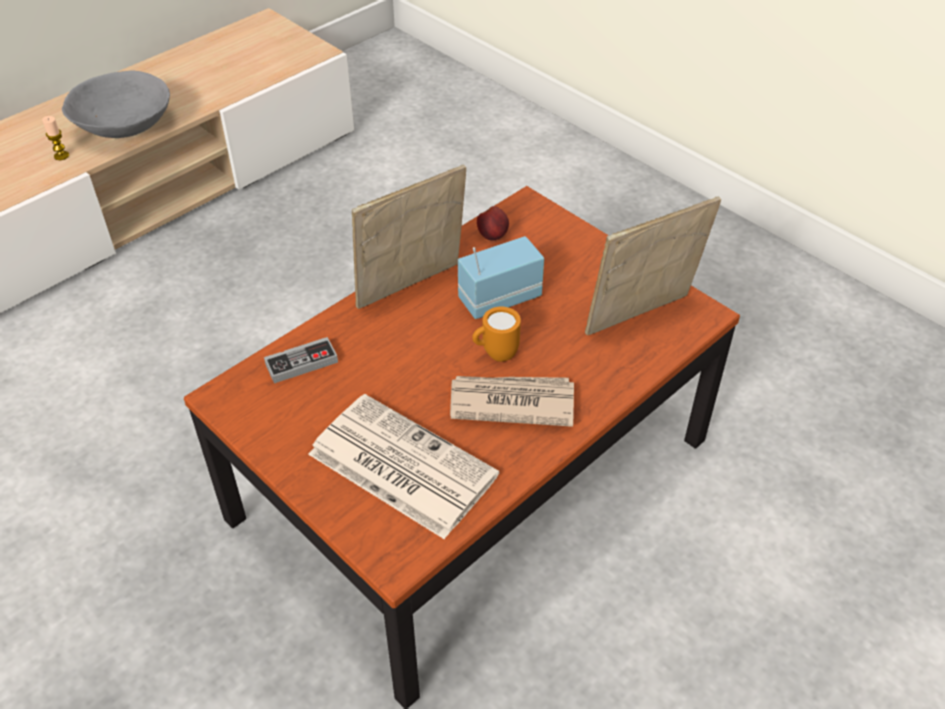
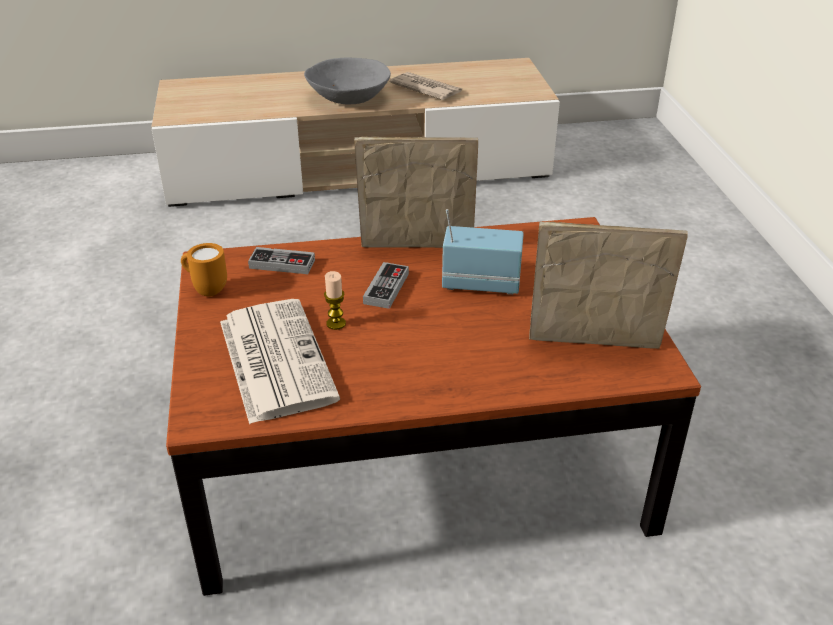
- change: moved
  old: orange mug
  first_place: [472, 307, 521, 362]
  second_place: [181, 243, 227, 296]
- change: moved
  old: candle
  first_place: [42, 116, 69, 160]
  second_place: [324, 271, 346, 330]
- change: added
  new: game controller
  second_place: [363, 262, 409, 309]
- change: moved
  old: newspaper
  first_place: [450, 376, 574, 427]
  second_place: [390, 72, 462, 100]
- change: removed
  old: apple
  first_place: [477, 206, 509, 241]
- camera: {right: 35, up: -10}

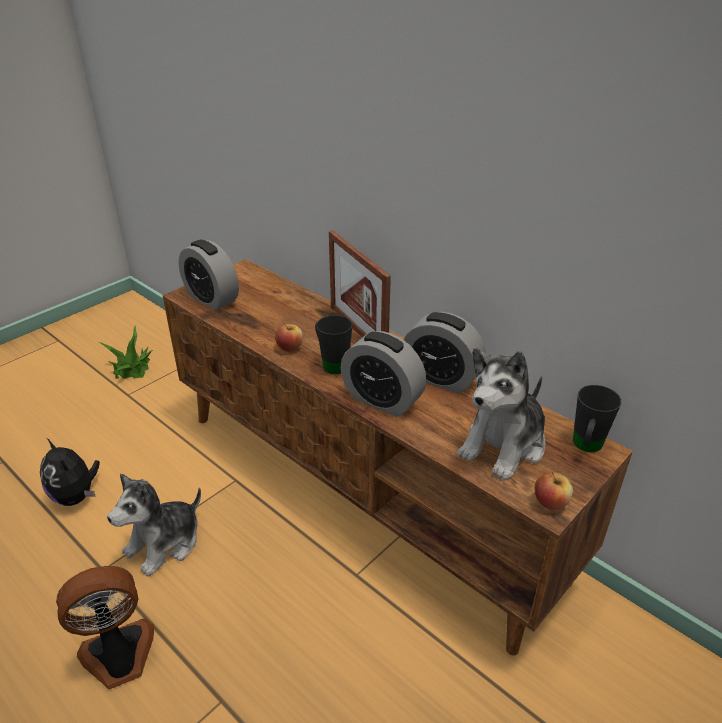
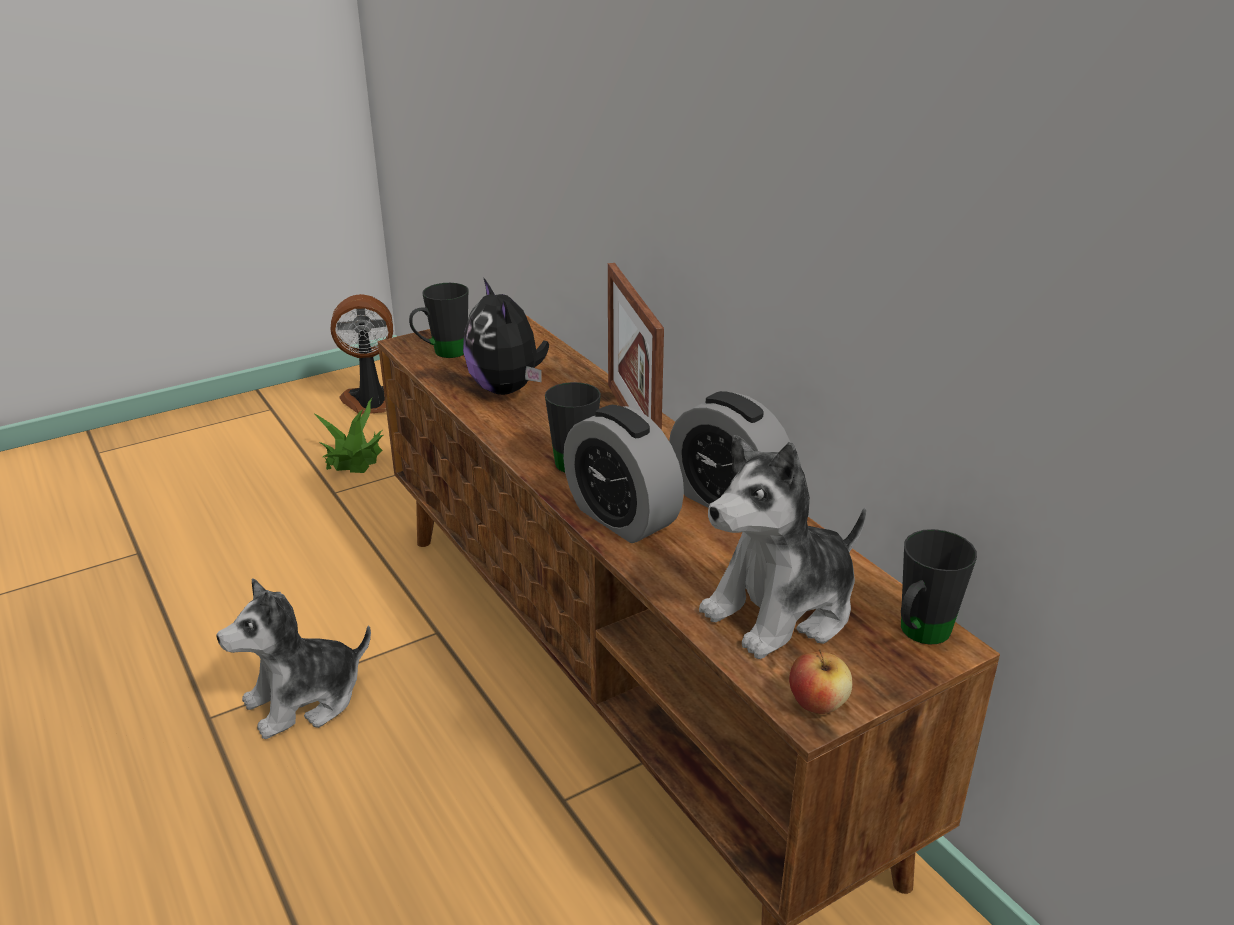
- change: moved
  old: fan
  first_place: [56, 566, 154, 689]
  second_place: [331, 294, 393, 414]
- change: replaced
  old: alarm clock
  new: black mug
  first_place: [178, 240, 239, 310]
  second_place: [409, 283, 468, 358]
- change: moved
  old: plush toy
  first_place: [40, 438, 100, 506]
  second_place: [463, 277, 549, 395]
- change: removed
  old: apple
  first_place: [275, 324, 303, 351]
- camera: {right: 15, up: -5}

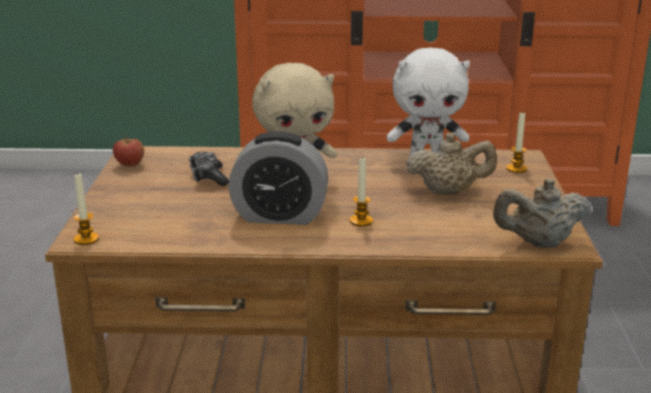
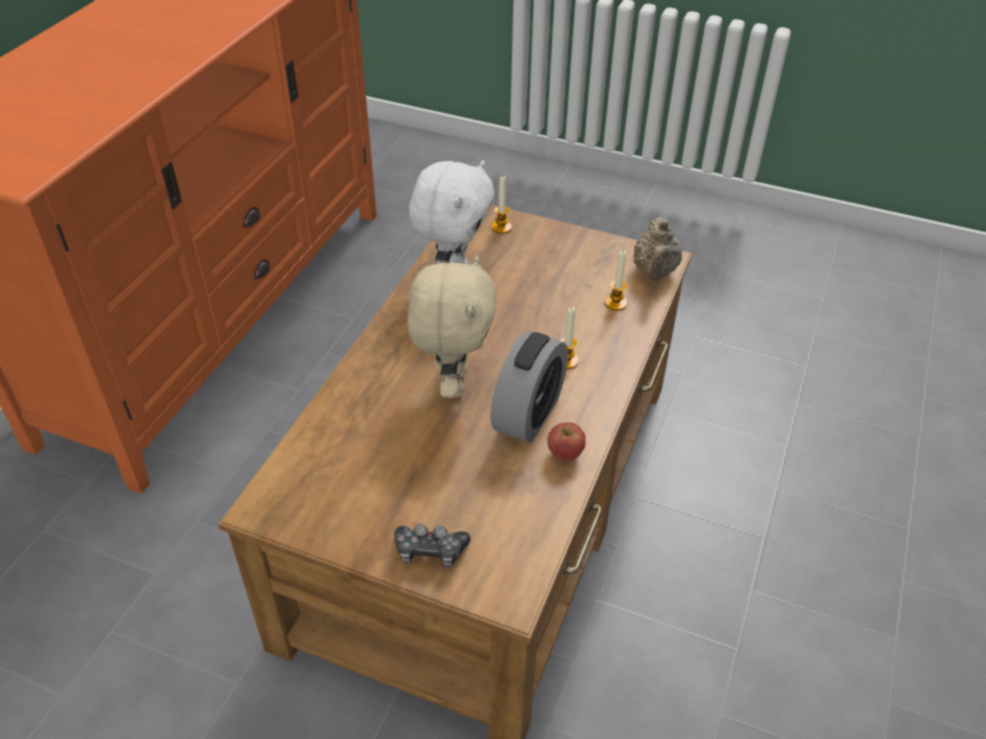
- change: moved
  old: game controller
  first_place: [189, 152, 229, 186]
  second_place: [394, 524, 471, 568]
- change: moved
  old: apple
  first_place: [113, 135, 144, 166]
  second_place: [547, 422, 586, 461]
- change: moved
  old: candle
  first_place: [74, 174, 99, 245]
  second_place: [605, 250, 627, 311]
- change: removed
  old: beige teapot
  first_place: [406, 133, 497, 195]
- camera: {right: -70, up: 20}

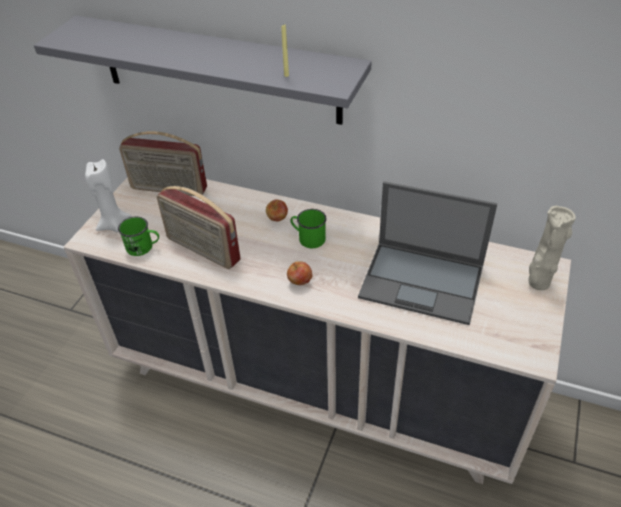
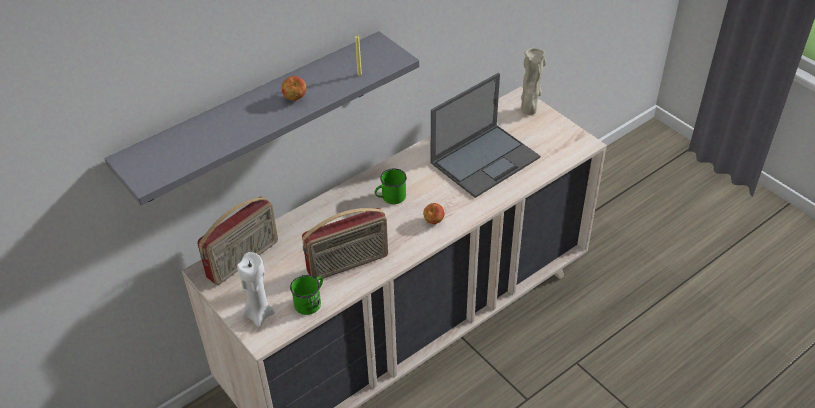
- change: moved
  old: apple
  first_place: [266, 199, 288, 221]
  second_place: [282, 76, 306, 101]
- camera: {right: -60, up: 0}

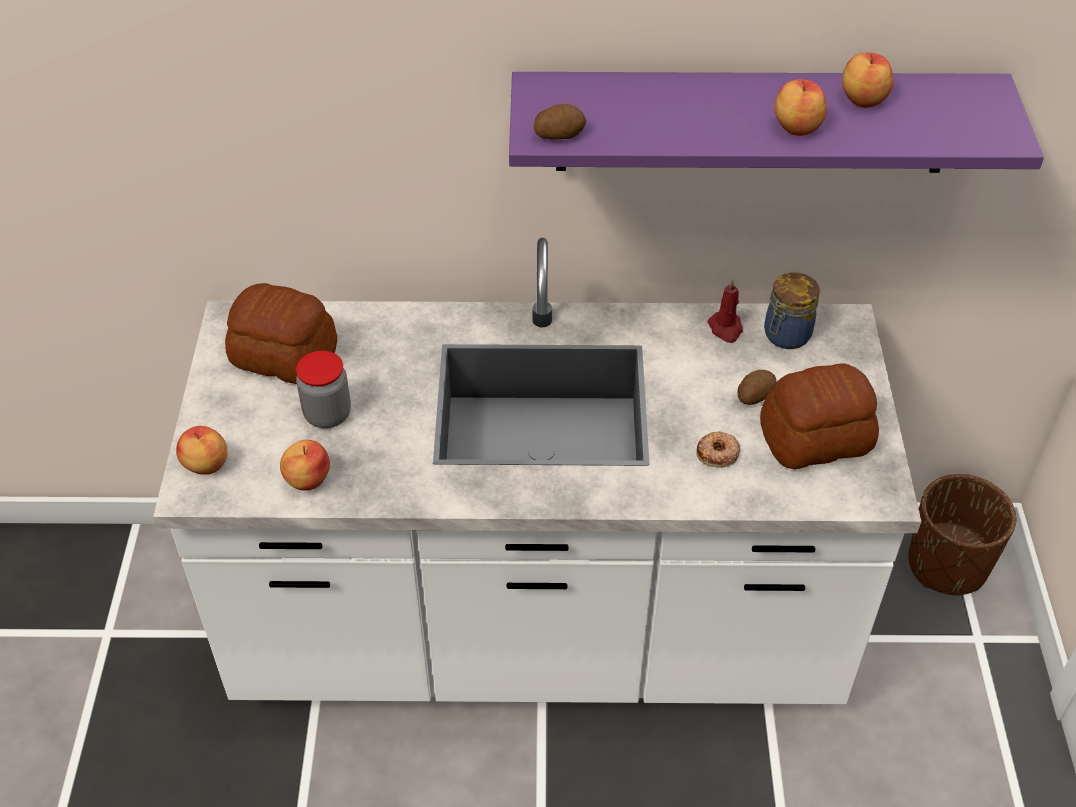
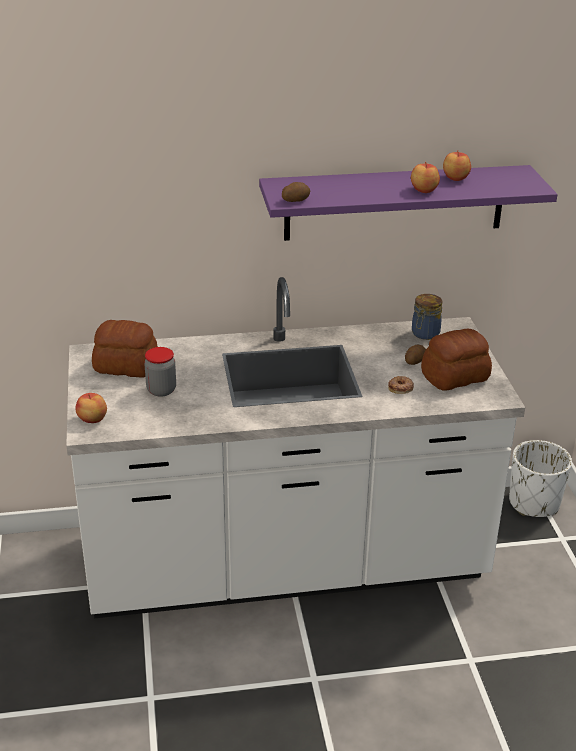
- change: recoloured
  old: brown planter
  new: white planter
  first_place: [908, 474, 1016, 595]
  second_place: [509, 440, 572, 517]
- change: removed
  old: apple
  first_place: [280, 440, 330, 491]
- change: removed
  old: red candle
  first_place: [707, 279, 743, 343]
- camera: {right: -10, up: -15}

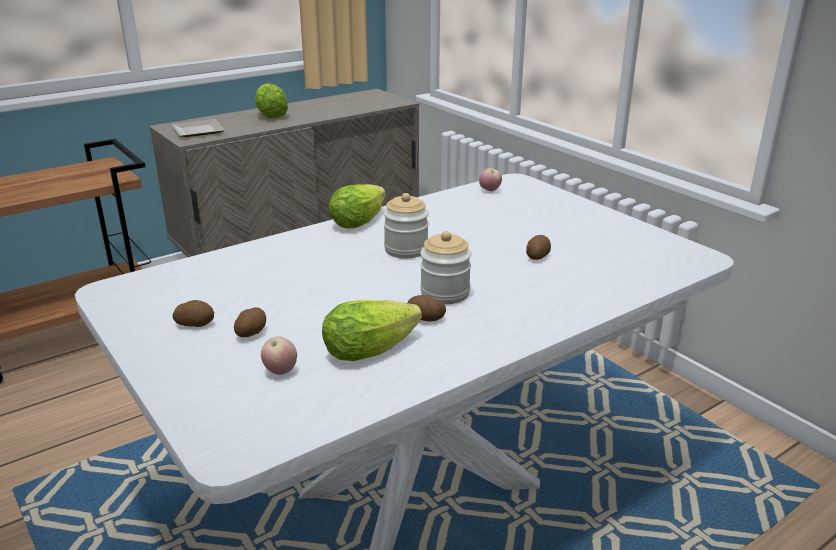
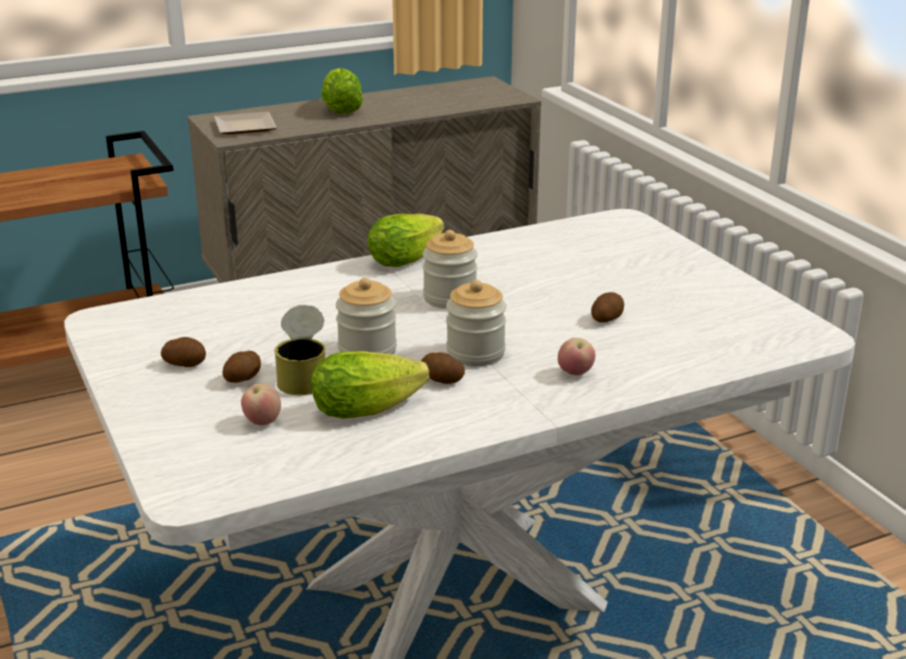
- change: added
  new: can
  second_place: [274, 305, 325, 395]
- change: added
  new: jar
  second_place: [336, 278, 397, 355]
- change: moved
  old: apple
  first_place: [479, 168, 502, 191]
  second_place: [558, 338, 595, 375]
- camera: {right: 10, up: 0}

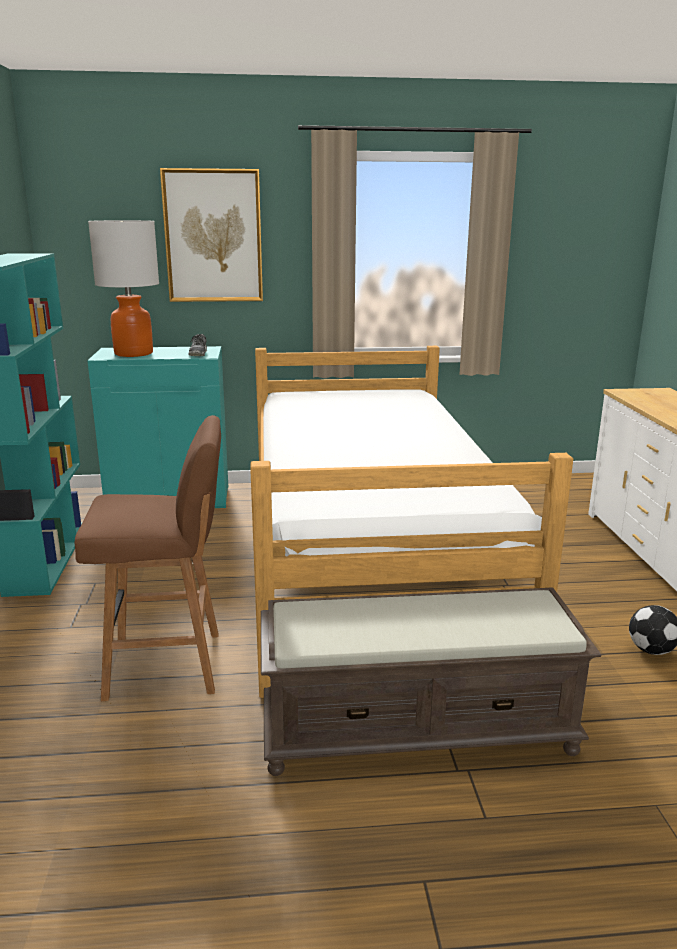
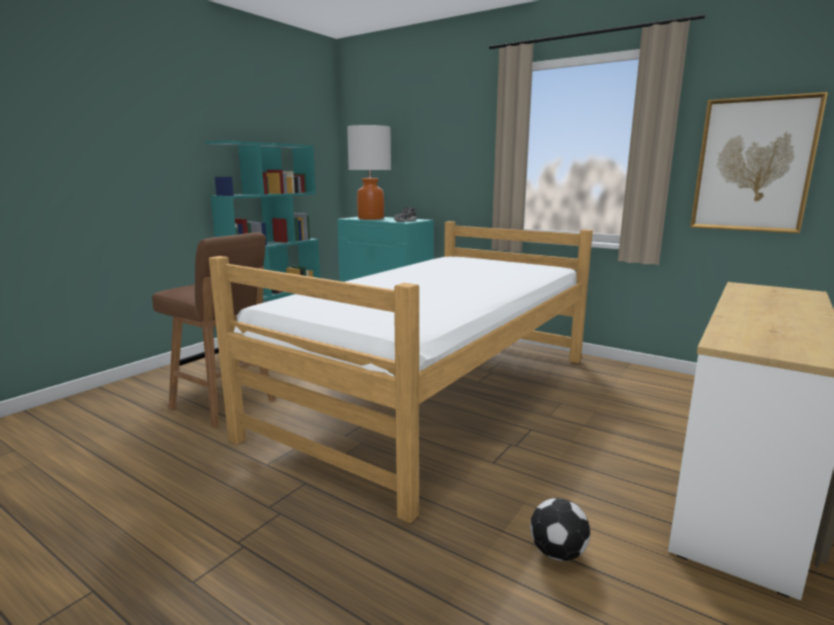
- change: moved
  old: picture
  first_place: [160, 168, 263, 302]
  second_place: [690, 92, 828, 233]
- change: removed
  old: brown bench
  first_place: [261, 587, 602, 776]
- camera: {right: 40, up: -5}

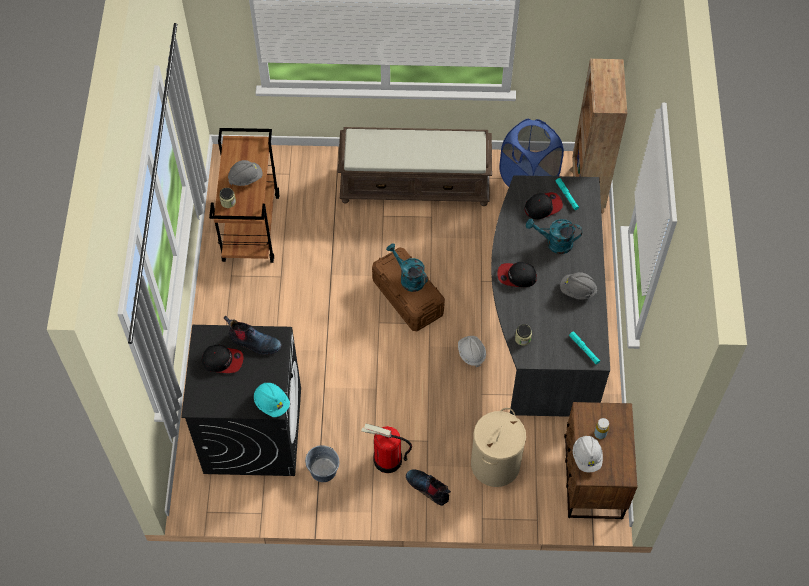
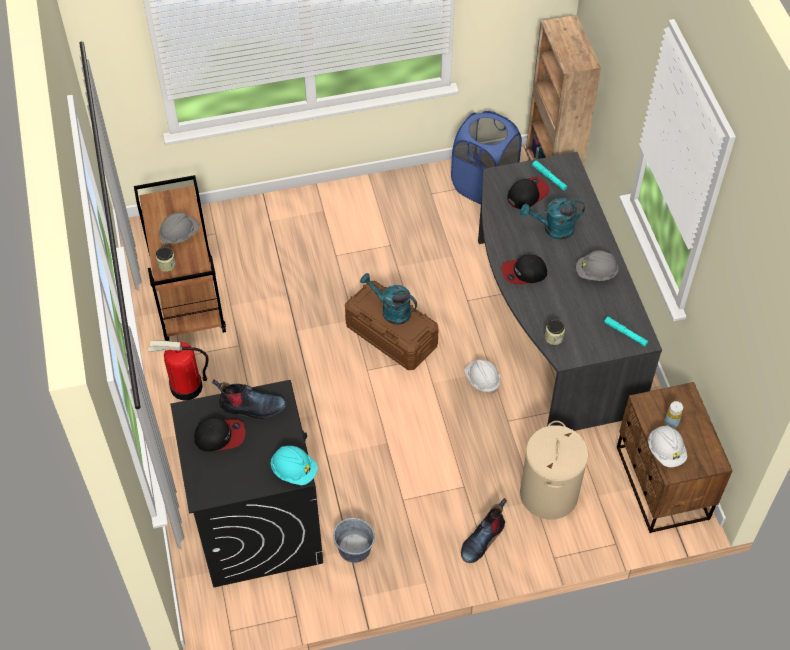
- change: moved
  old: fire extinguisher
  first_place: [361, 423, 412, 473]
  second_place: [148, 341, 208, 400]
- change: turned
  old: boot
  first_place: [406, 469, 451, 506]
  second_place: [461, 498, 507, 563]
  degrees: -75
- change: removed
  old: brown bench
  first_place: [338, 127, 492, 206]
- camera: {right: -15, up: -5}

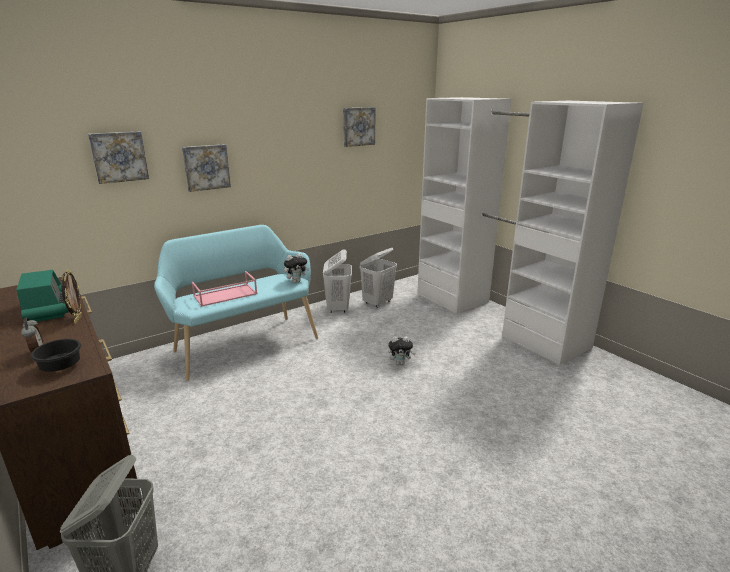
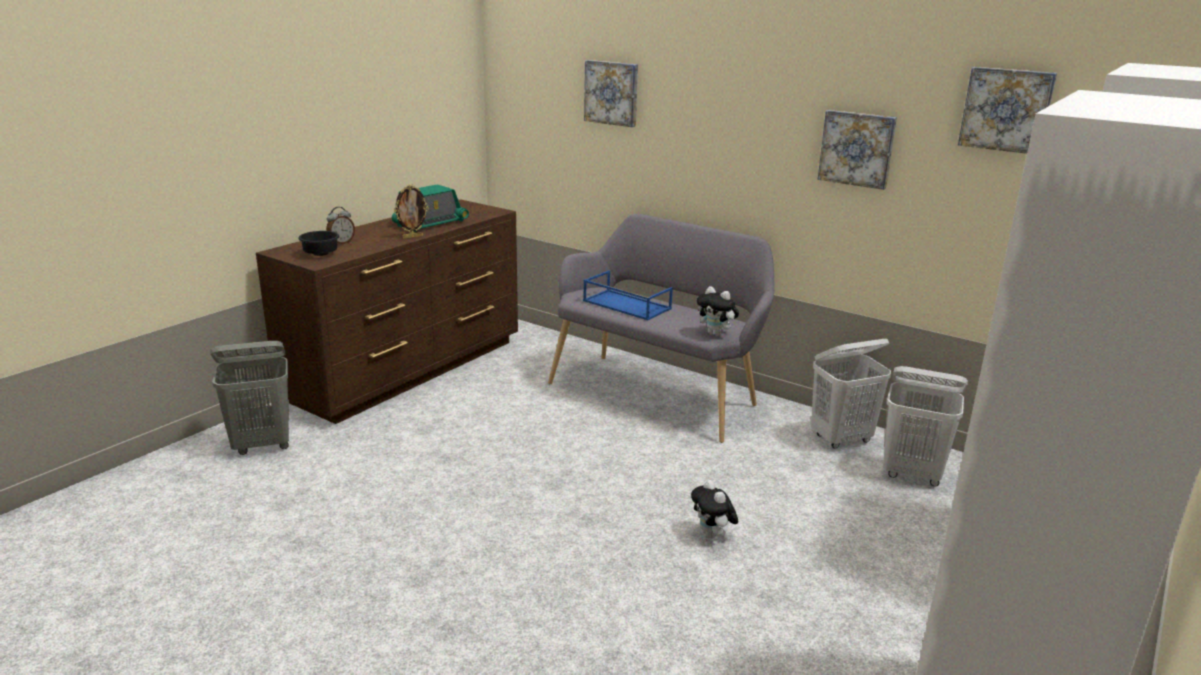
- change: recoloured
  old: turquoise bench
  new: grey bench
  first_place: [154, 225, 318, 381]
  second_place: [548, 214, 774, 443]
- change: recoloured
  old: pink tray
  new: blue tray
  first_place: [192, 271, 257, 307]
  second_place: [583, 271, 673, 320]
- change: moved
  old: picture
  first_place: [182, 144, 231, 192]
  second_place: [818, 110, 897, 190]
- camera: {right: 70, up: 0}

